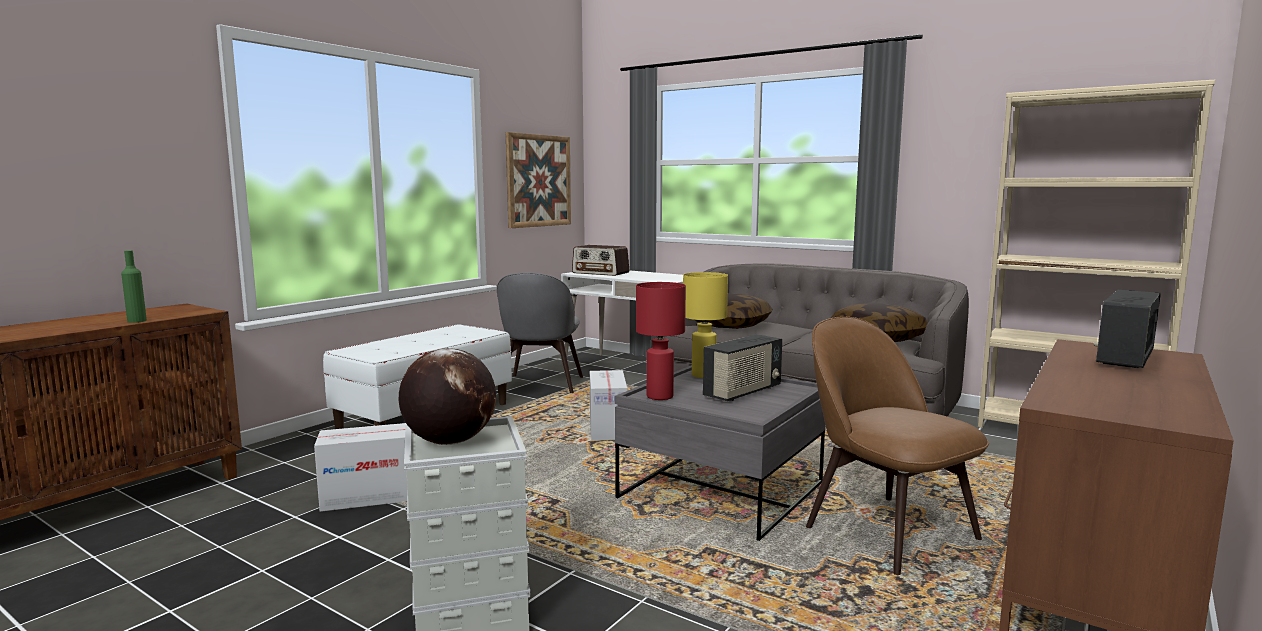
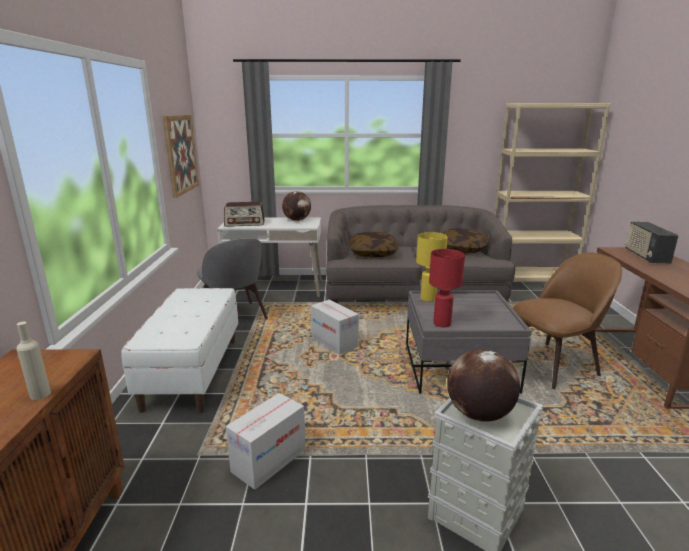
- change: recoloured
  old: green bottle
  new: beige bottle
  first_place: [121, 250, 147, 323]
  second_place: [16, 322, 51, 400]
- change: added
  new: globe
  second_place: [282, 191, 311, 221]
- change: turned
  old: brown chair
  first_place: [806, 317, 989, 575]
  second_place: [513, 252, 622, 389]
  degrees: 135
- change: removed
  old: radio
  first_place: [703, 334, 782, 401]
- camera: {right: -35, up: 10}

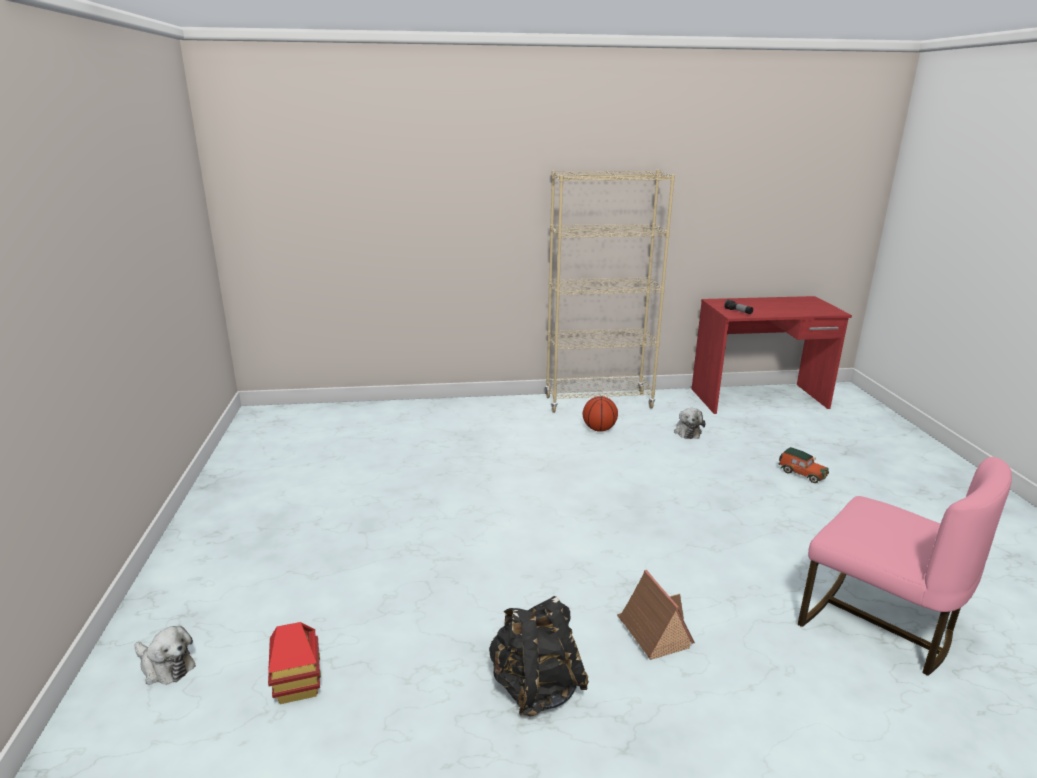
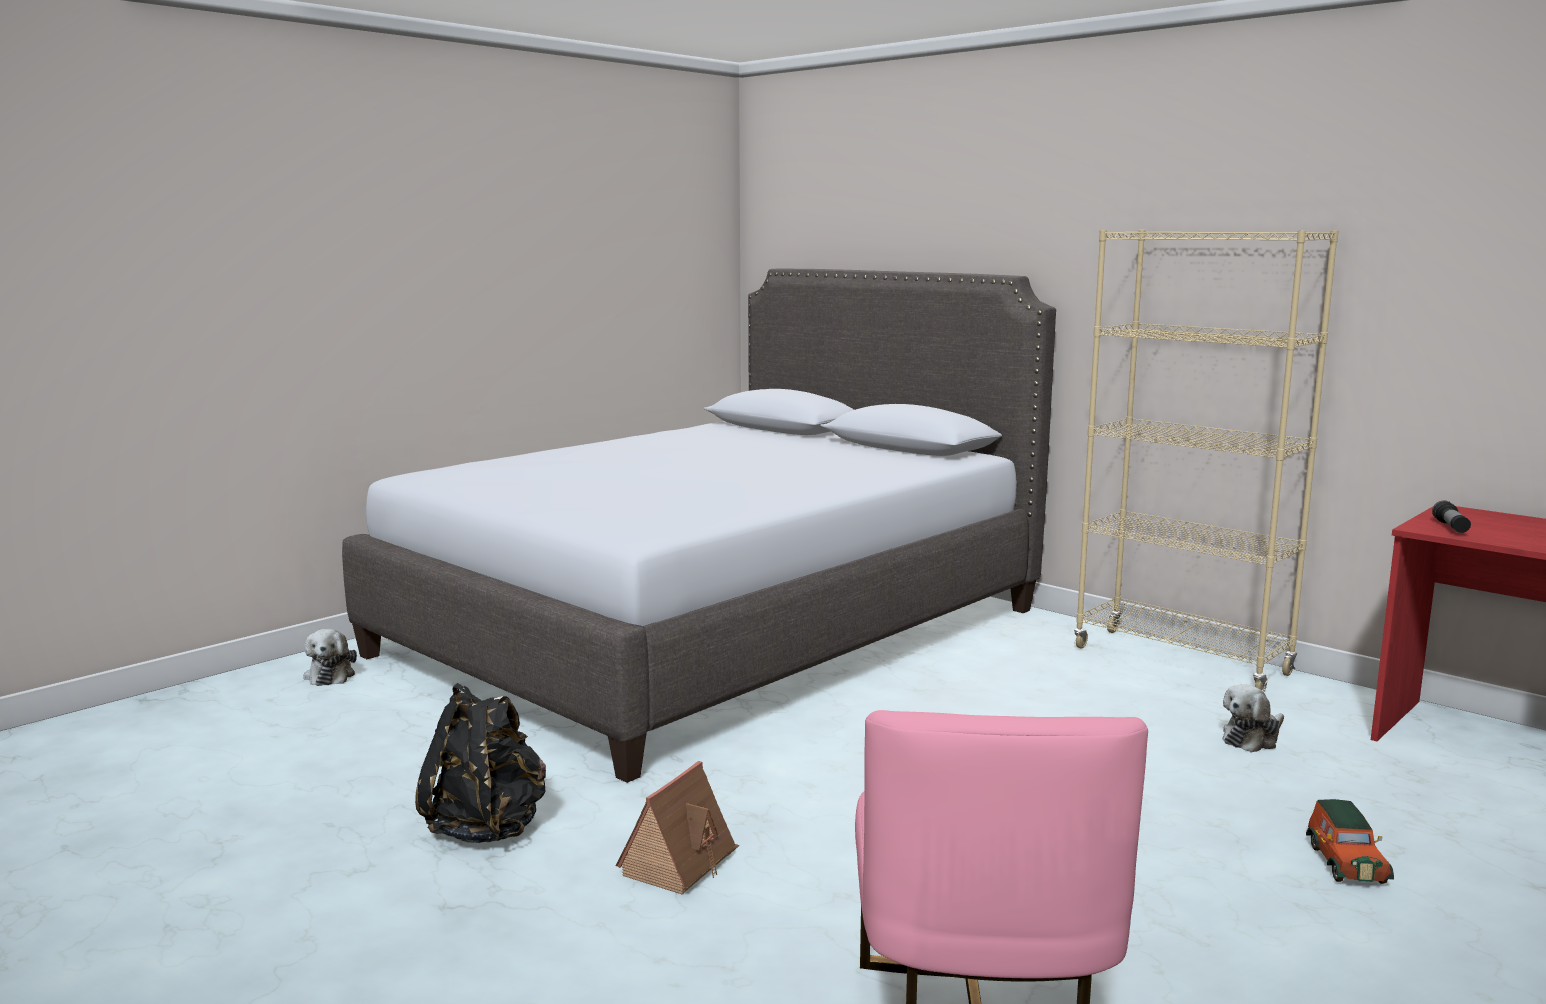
- change: added
  new: grey bed
  second_place: [342, 268, 1056, 783]
- change: removed
  old: toy house
  first_place: [268, 622, 321, 704]
- change: removed
  old: basketball
  first_place: [583, 396, 618, 432]
- camera: {right: 50, up: -10}

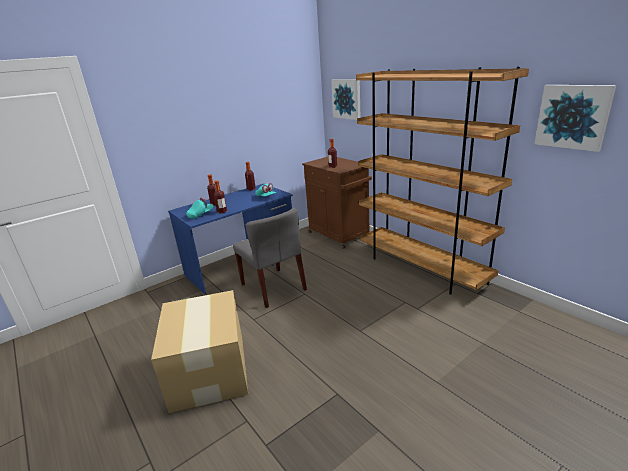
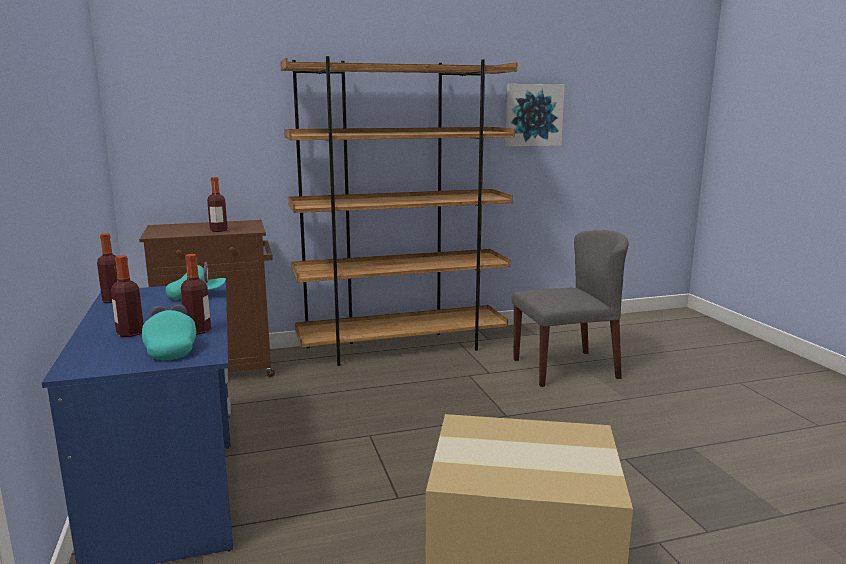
- change: moved
  old: grey chair
  first_place: [233, 208, 307, 308]
  second_place: [511, 230, 629, 387]
- change: removed
  old: picture
  first_place: [331, 79, 360, 120]
- camera: {right: -70, up: -10}

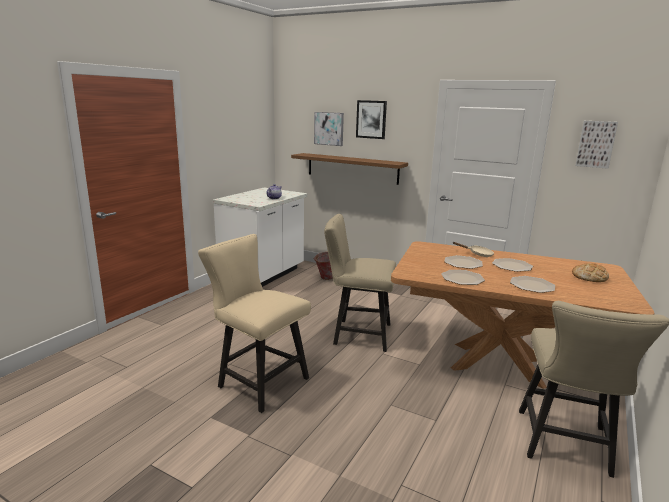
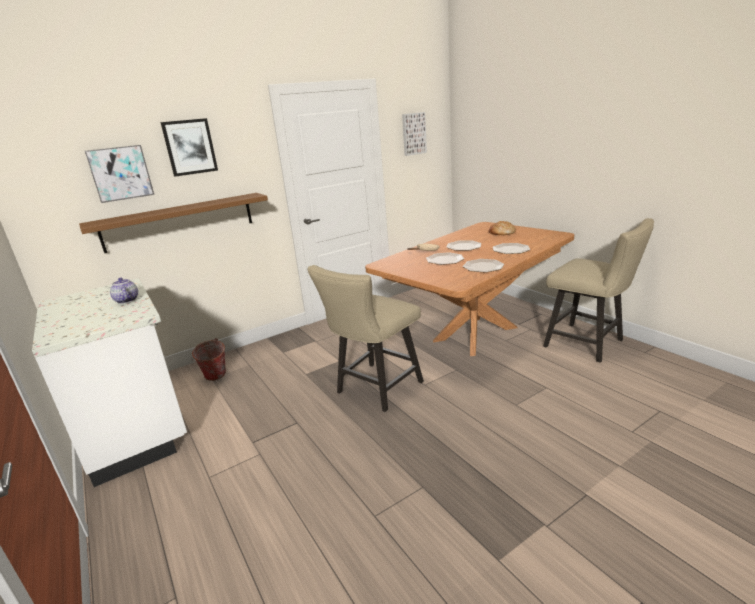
- change: removed
  old: beige chair
  first_place: [198, 234, 311, 413]
- camera: {right: -60, up: 5}

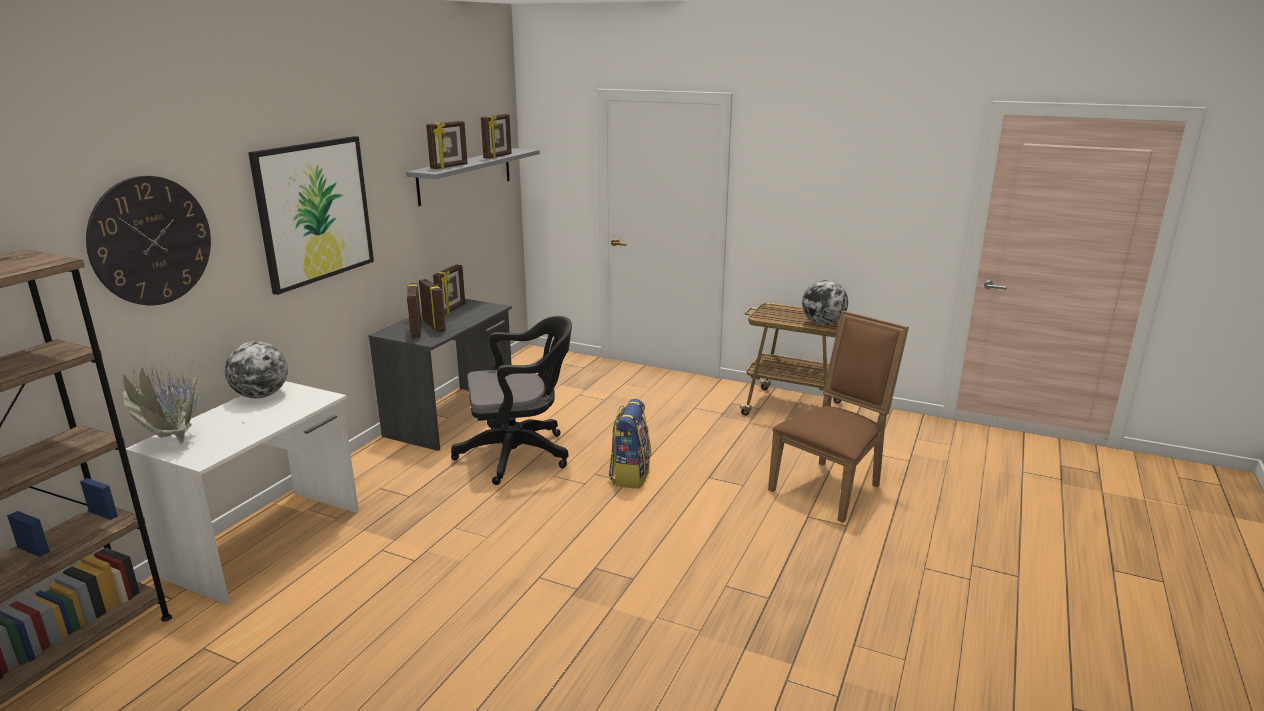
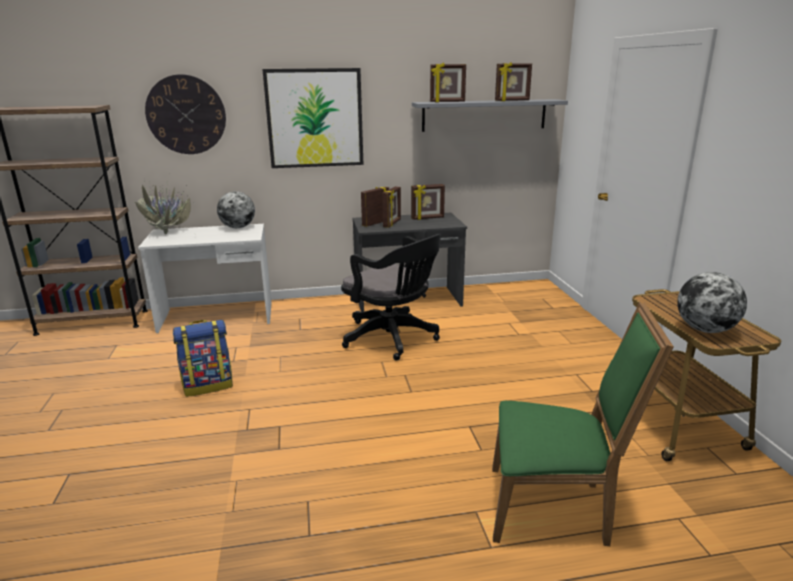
- change: moved
  old: backpack
  first_place: [609, 399, 651, 489]
  second_place: [173, 320, 233, 397]
- change: recoloured
  old: brown chair
  new: green chair
  first_place: [768, 310, 909, 523]
  second_place: [492, 302, 674, 546]
- camera: {right: 55, up: 0}

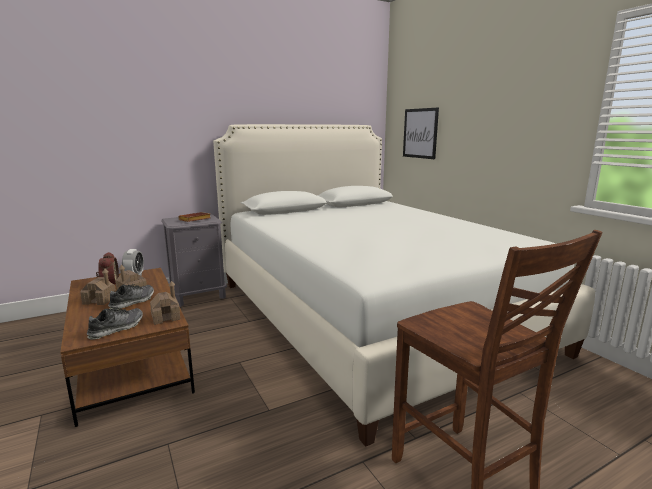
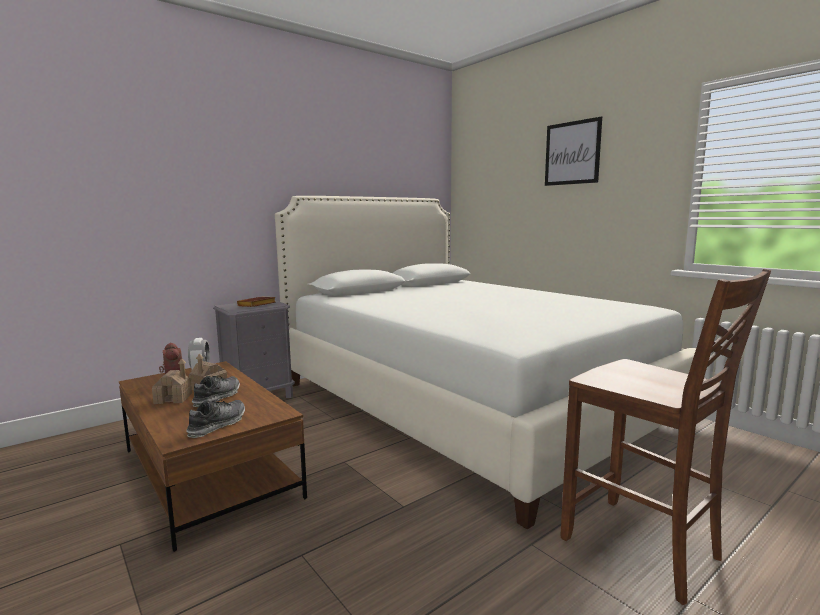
- change: moved
  old: picture
  first_place: [403, 108, 439, 159]
  second_place: [545, 116, 602, 186]
- change: removed
  old: toy house
  first_place: [150, 281, 180, 325]
- camera: {right: -10, up: -5}

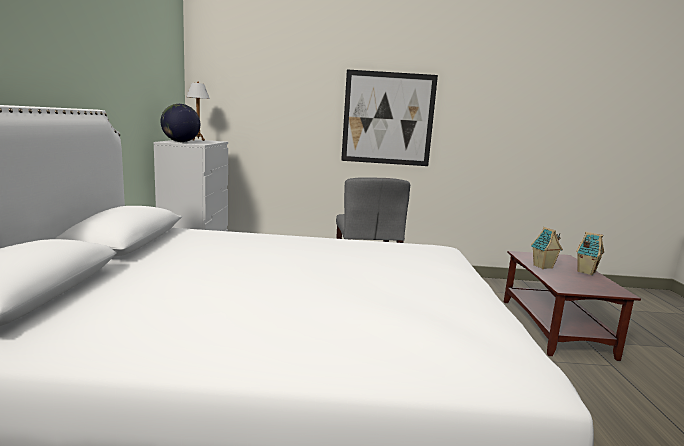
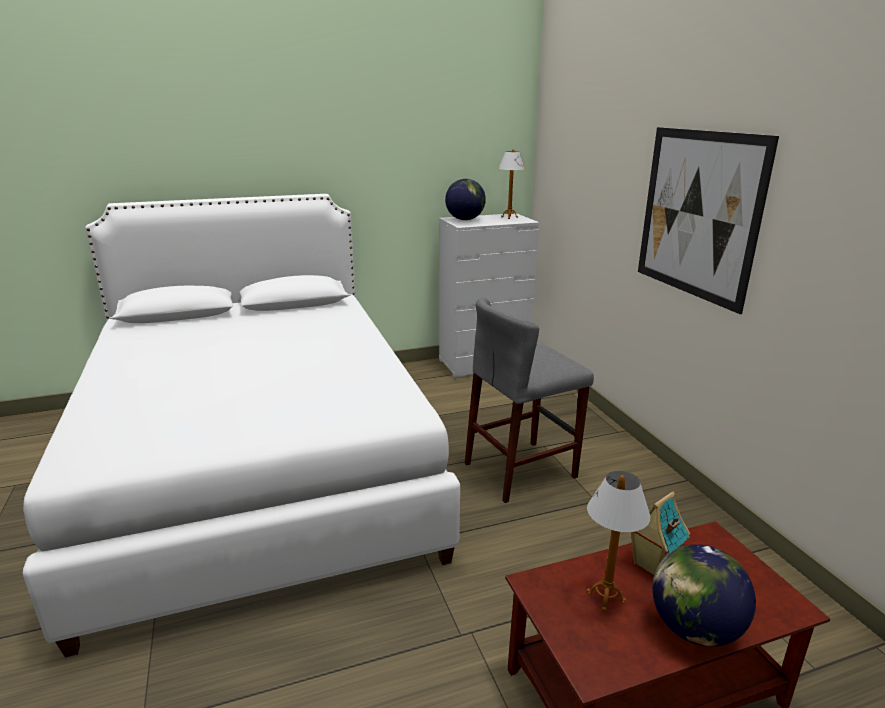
- change: added
  new: table lamp
  second_place: [587, 471, 651, 612]
- change: replaced
  old: toy house
  new: globe
  first_place: [576, 232, 604, 275]
  second_place: [652, 544, 756, 647]
- camera: {right: 70, up: 10}

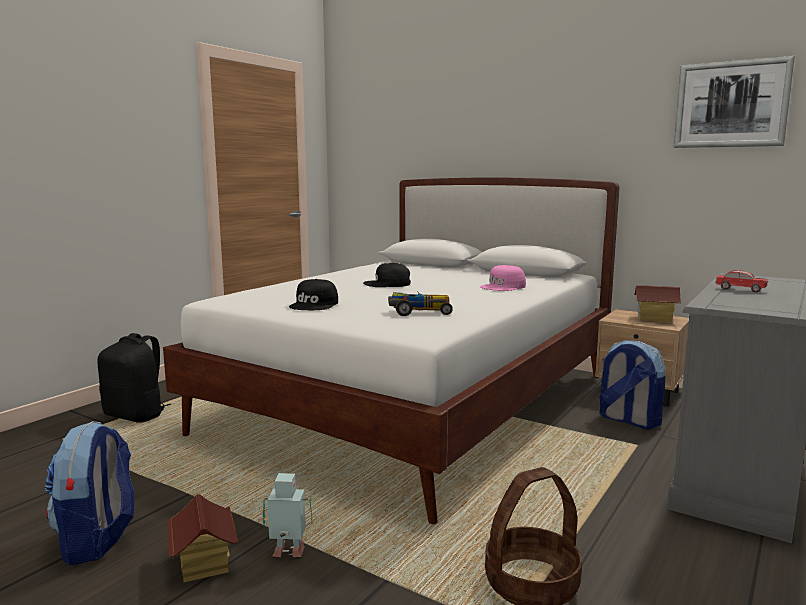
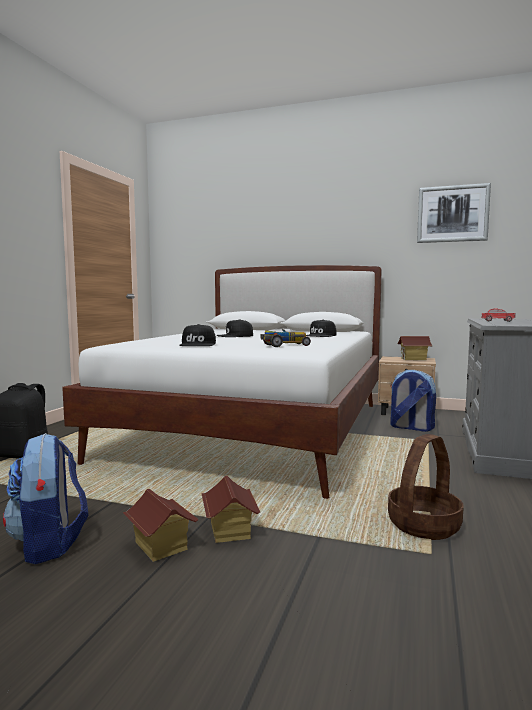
- change: replaced
  old: toy robot
  new: toy house
  first_place: [263, 473, 312, 557]
  second_place: [201, 476, 260, 543]
- change: recoloured
  old: pink cap
  new: black cap
  first_place: [480, 265, 526, 291]
  second_place: [306, 320, 337, 337]
- camera: {right: -15, up: -5}

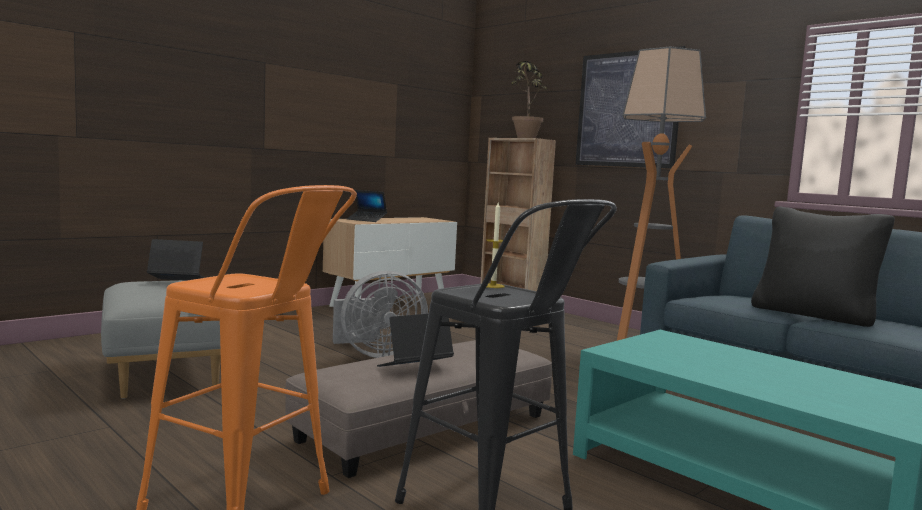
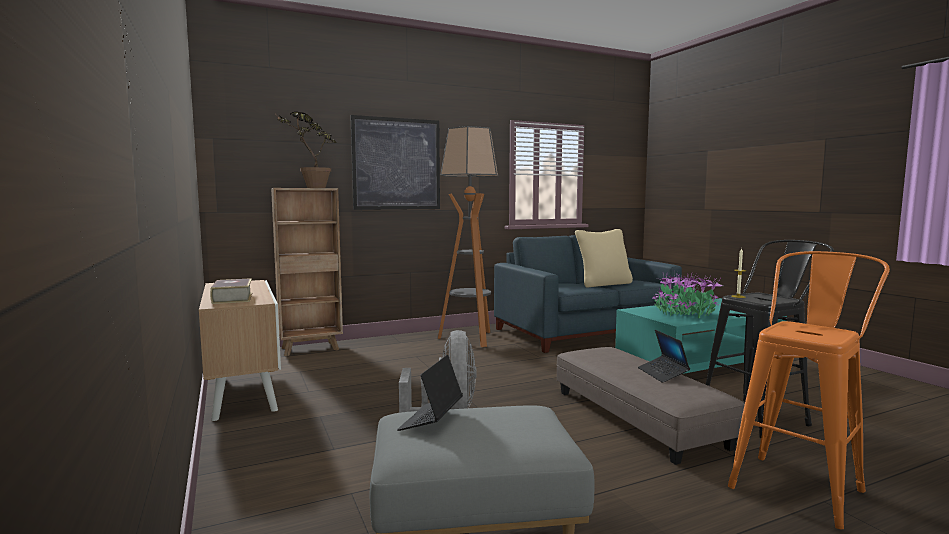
- change: replaced
  old: laptop
  new: book
  first_place: [347, 190, 387, 222]
  second_place: [210, 278, 252, 304]
- change: recoloured
  old: black pillow
  new: beige pillow
  first_place: [751, 206, 895, 327]
  second_place: [575, 229, 633, 287]
- change: added
  new: potted plant
  second_place: [653, 271, 723, 318]
- camera: {right: -70, up: 0}

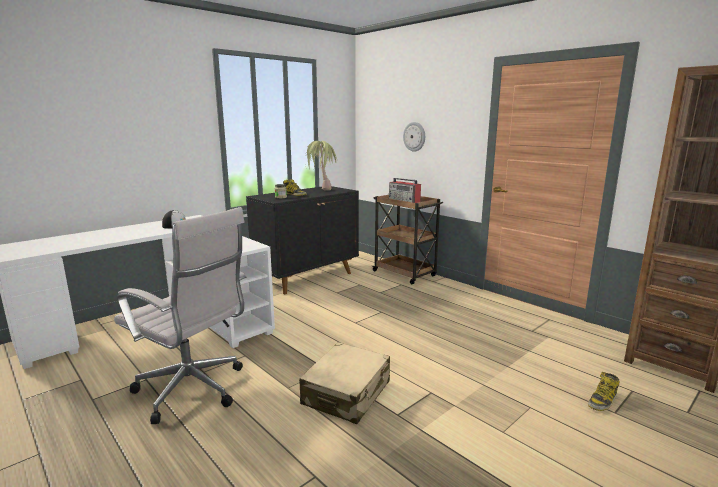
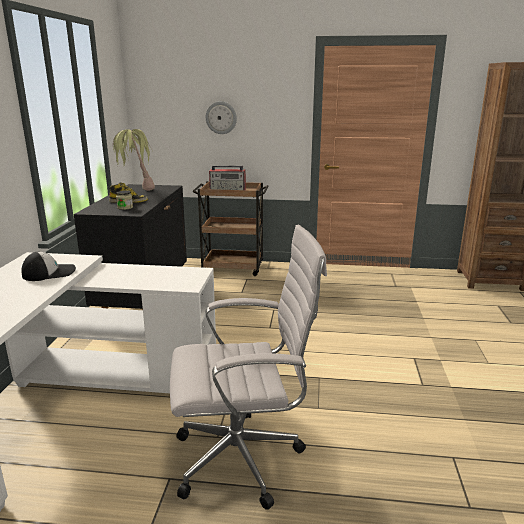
- change: removed
  old: beige suitcase
  first_place: [299, 342, 390, 424]
- change: removed
  old: boot
  first_place: [588, 372, 620, 411]
- camera: {right: -40, up: 5}

